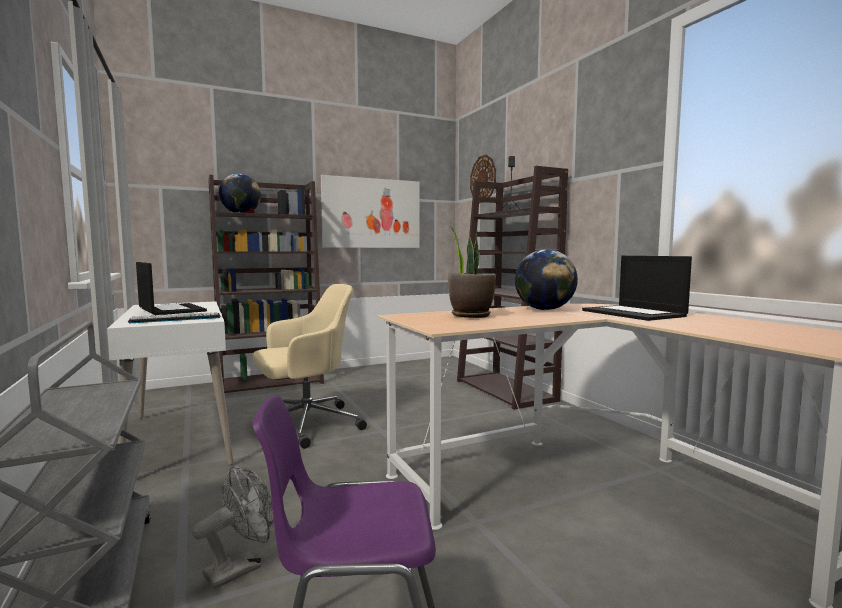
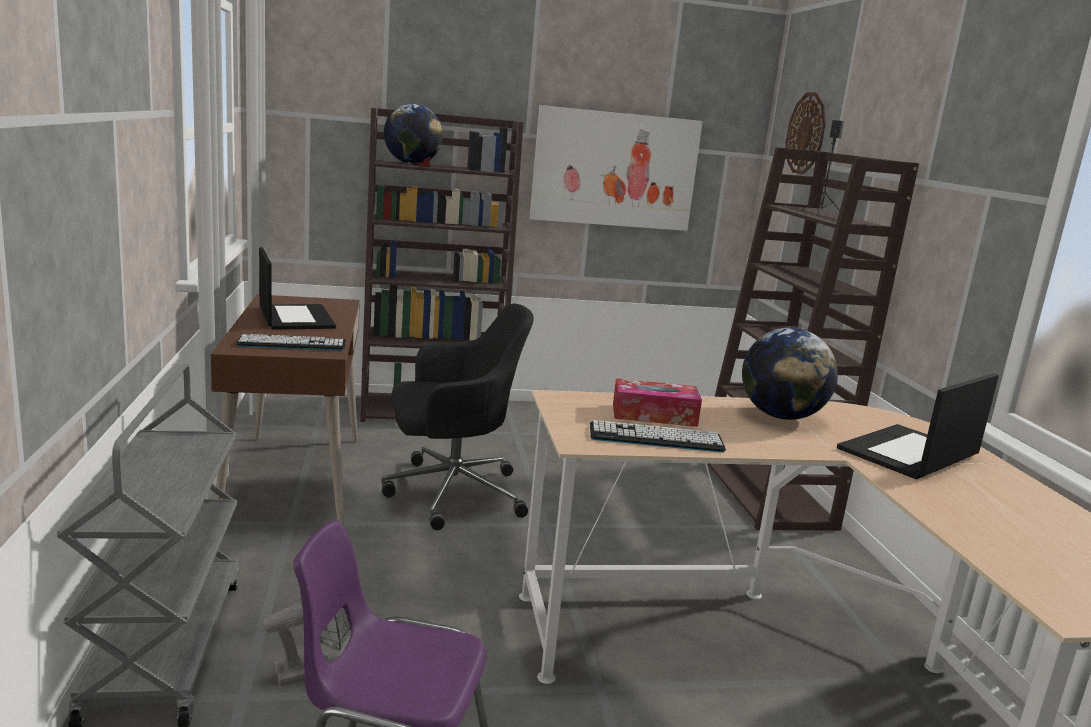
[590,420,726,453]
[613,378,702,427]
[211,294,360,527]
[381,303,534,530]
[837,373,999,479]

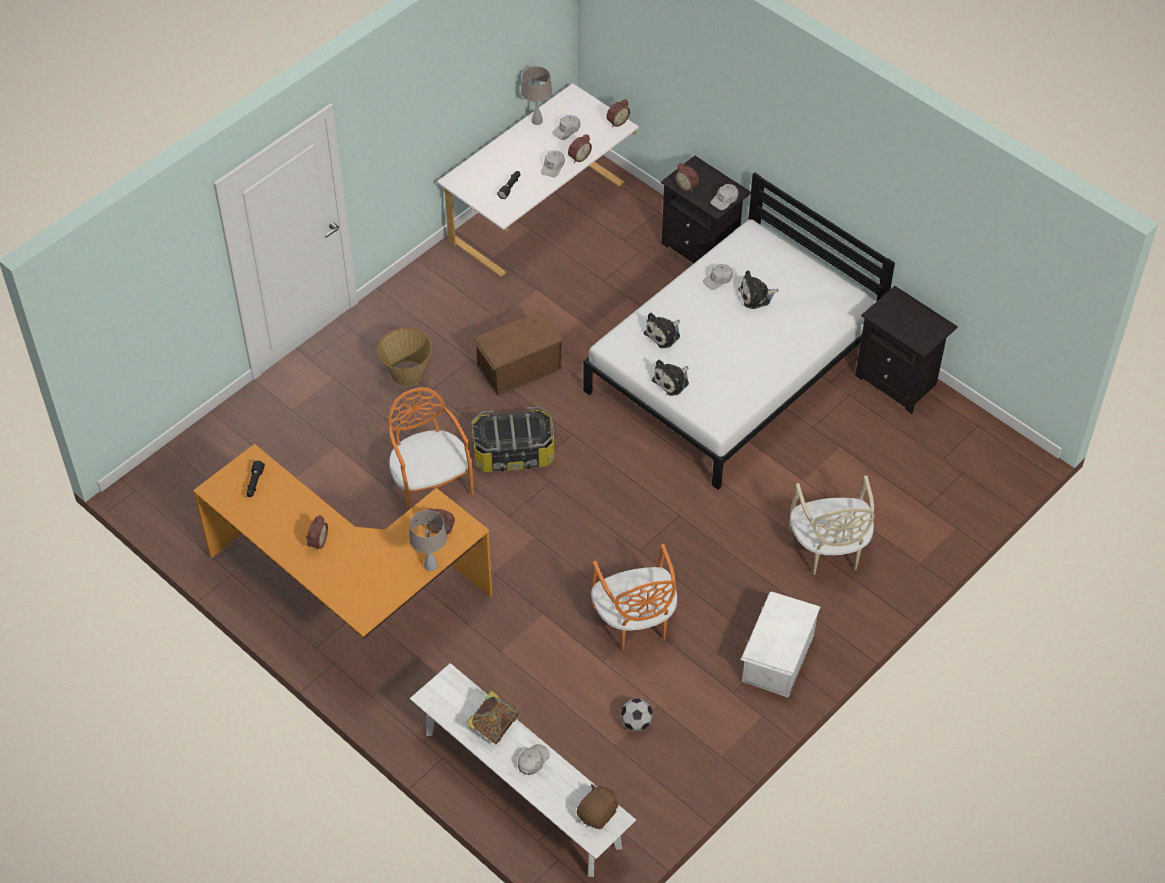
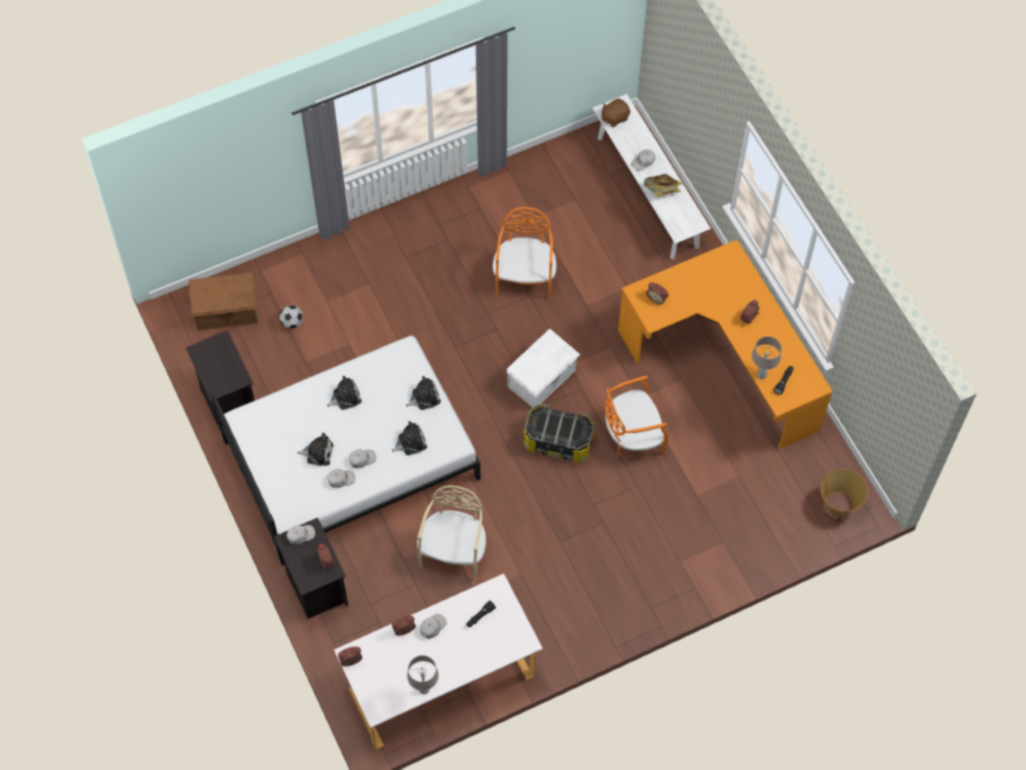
[327,376,362,410]
[820,469,868,517]
[752,336,782,379]
[189,272,258,331]
[348,449,376,468]
[280,305,303,329]
[506,329,580,408]
[417,485,486,580]
[605,375,668,457]

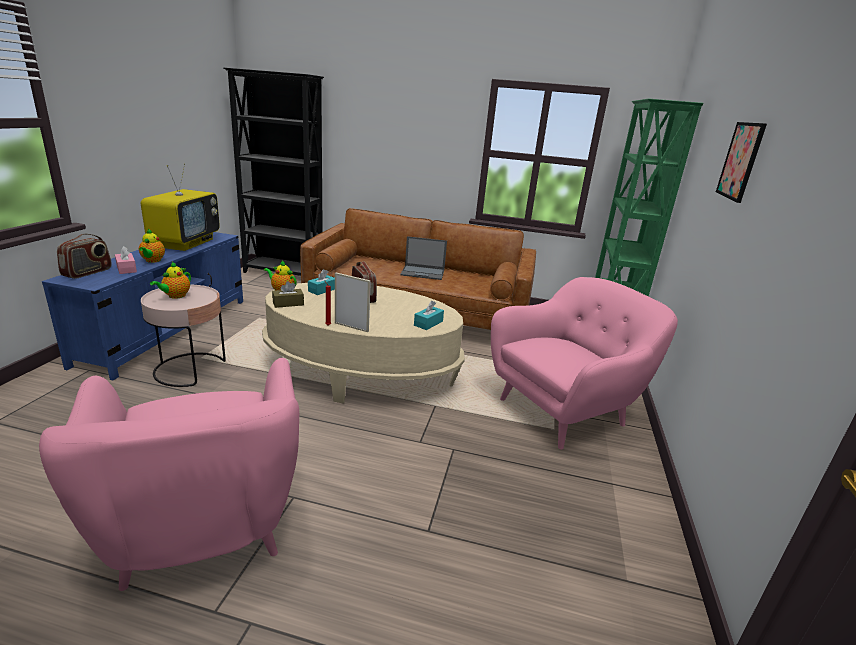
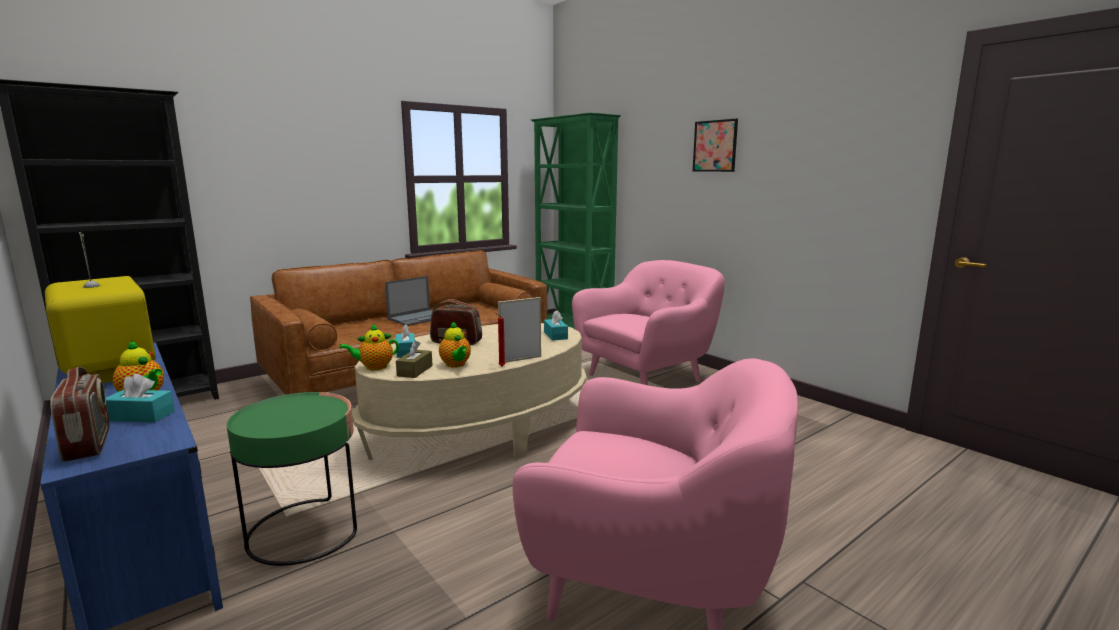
[439,321,471,368]
[106,374,175,423]
[227,392,357,566]
[572,260,725,385]

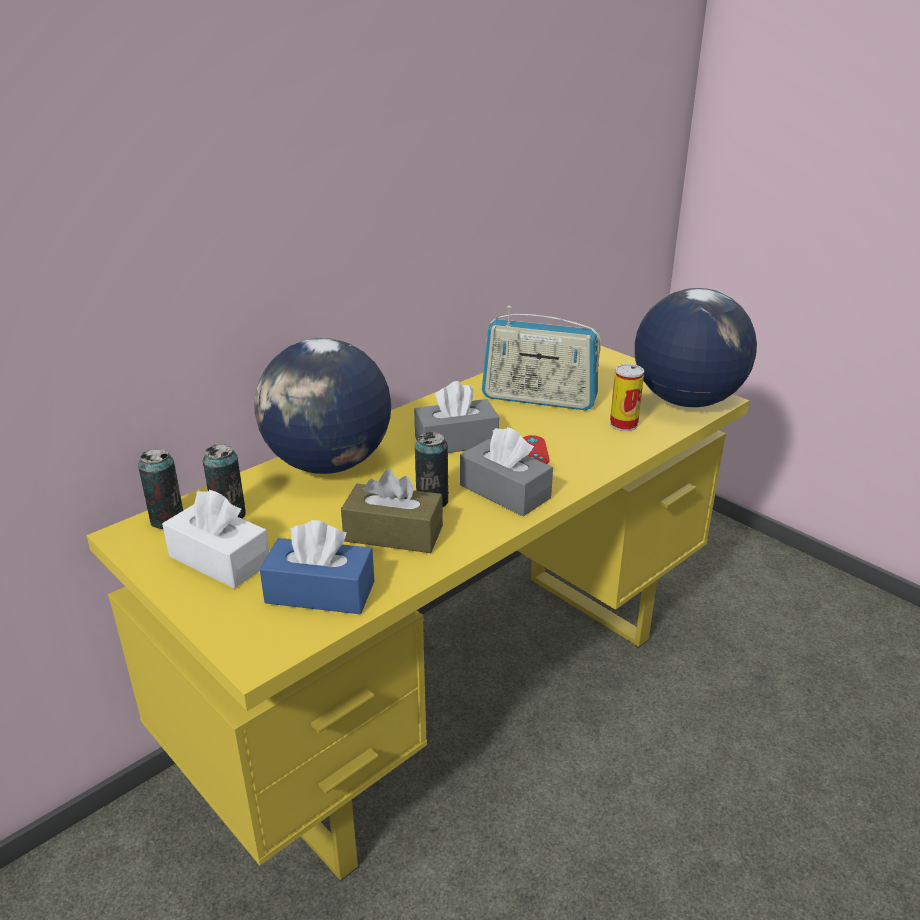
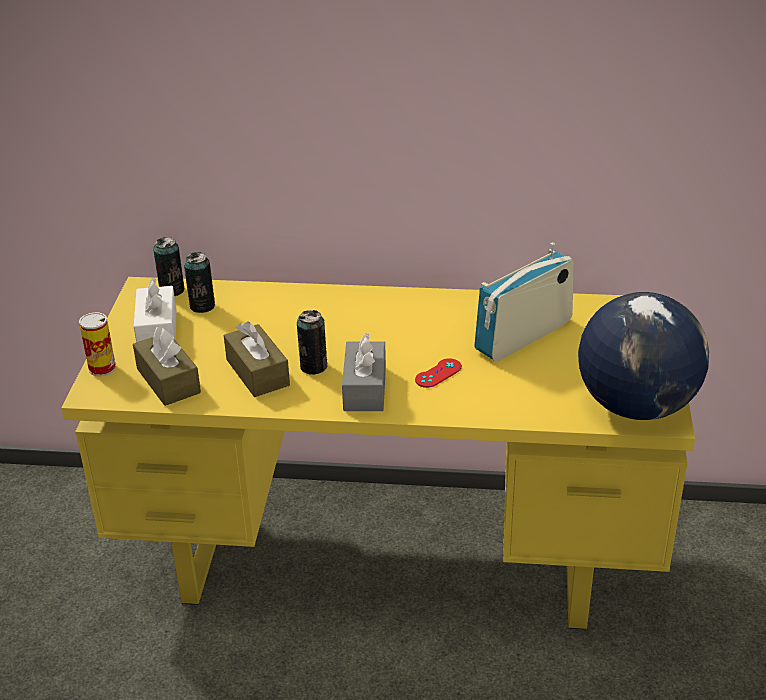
[254,338,391,474] (first image)
[414,381,499,453] (first image)
[79,312,116,376]
[133,327,201,406]
[474,242,574,362]

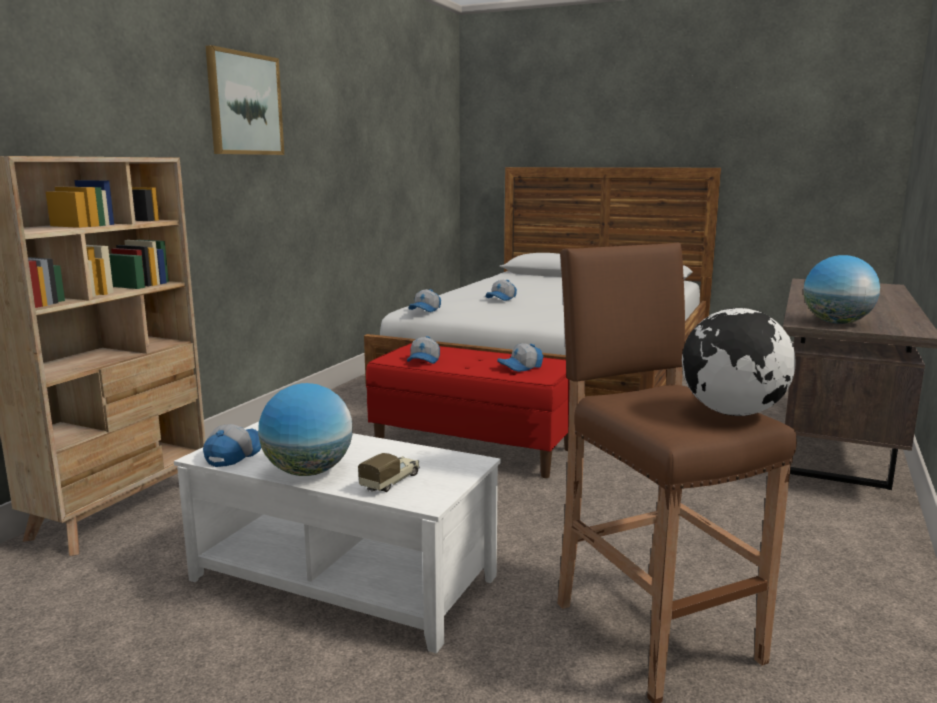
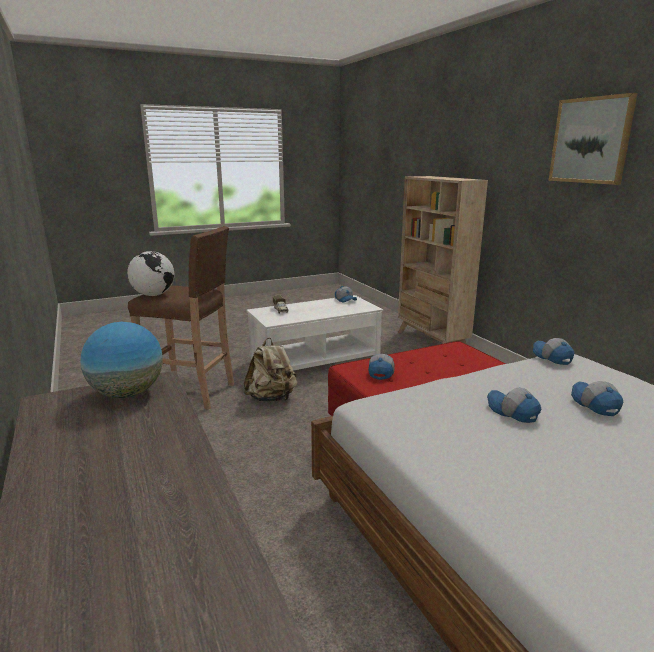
[258,383,353,476] (first image)
[244,338,298,402]
[487,388,541,423]

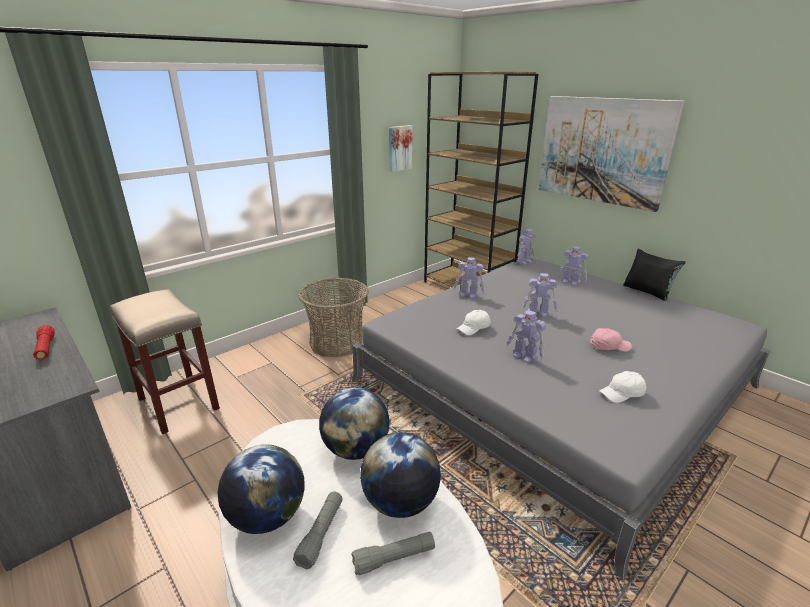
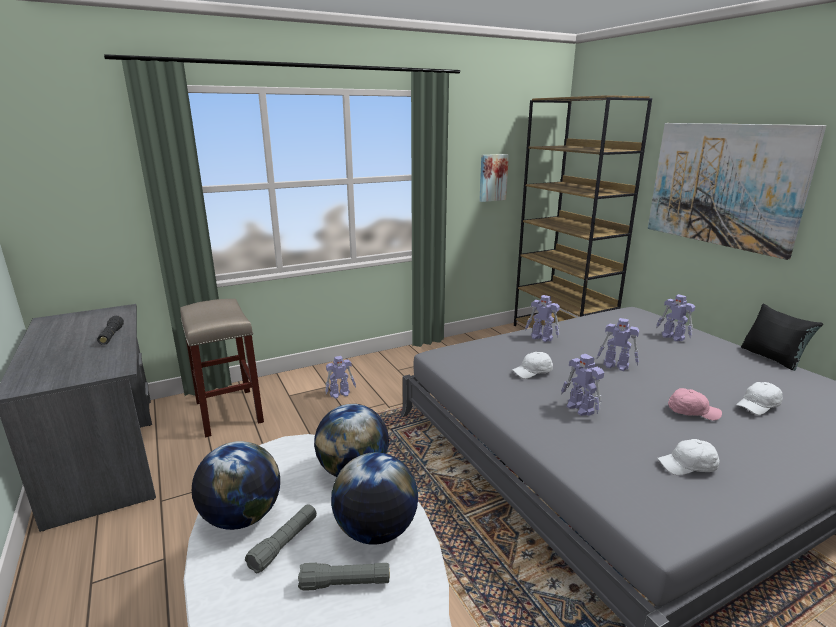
[298,278,369,357] (first image)
[736,382,783,415]
[325,356,356,399]
[97,316,124,345]

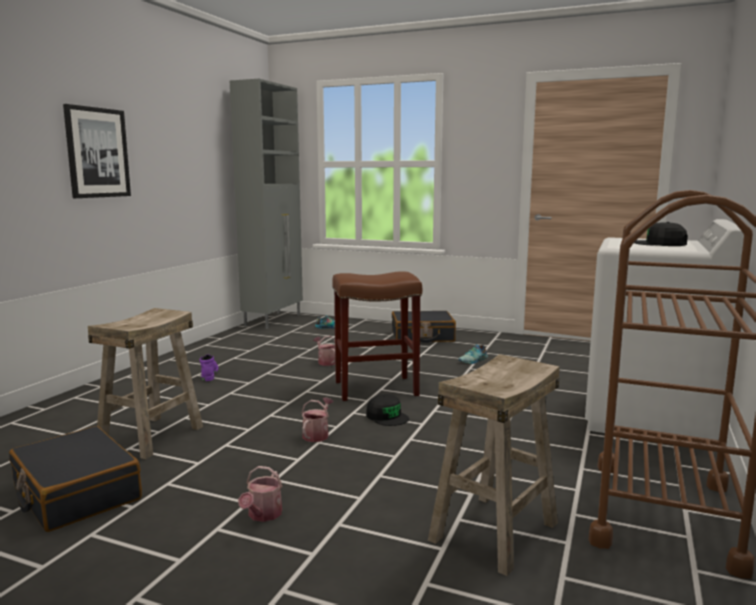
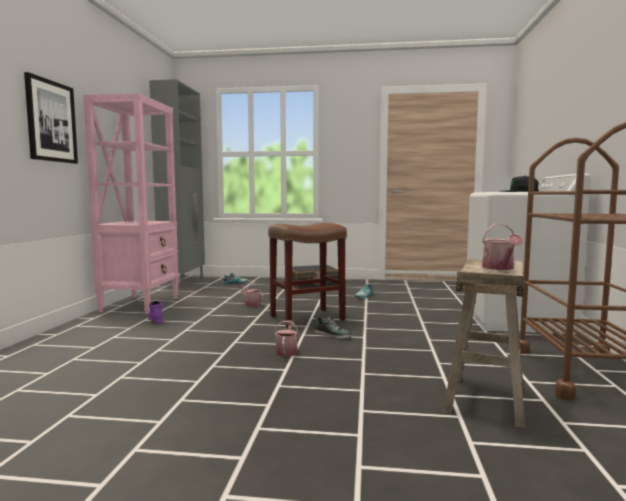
[9,426,142,532] (first image)
[88,308,203,459] (first image)
[83,93,179,314]
[482,224,523,270]
[315,315,352,339]

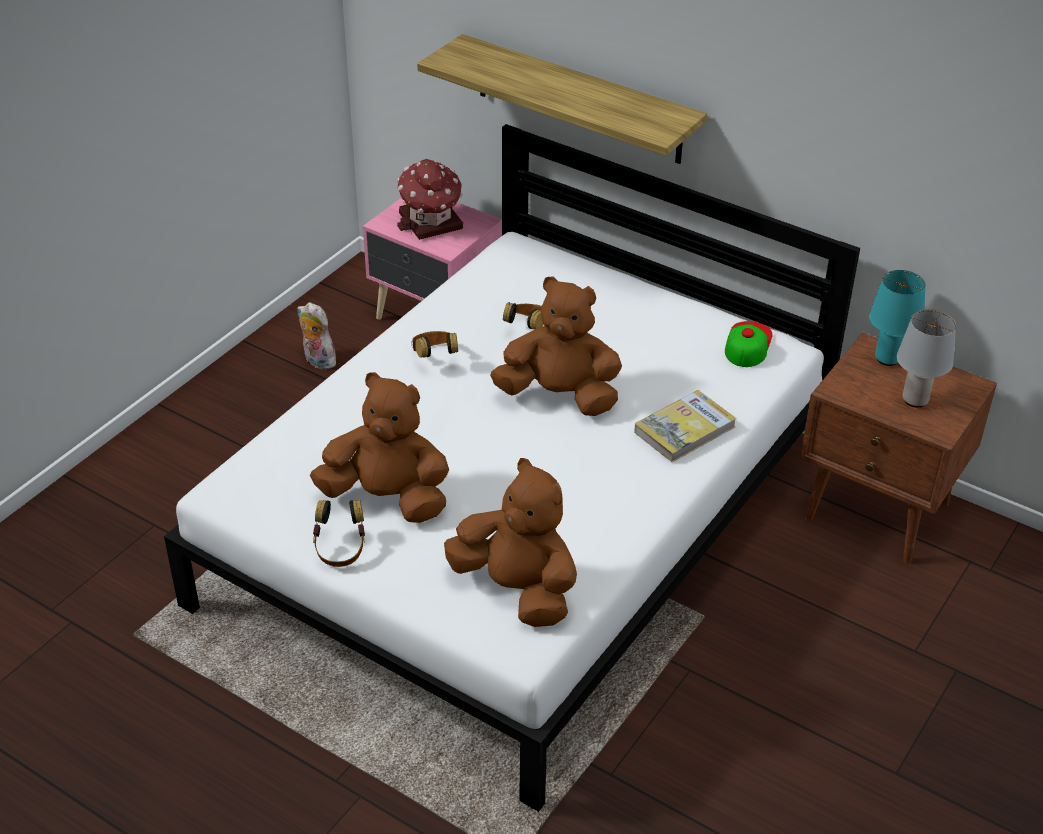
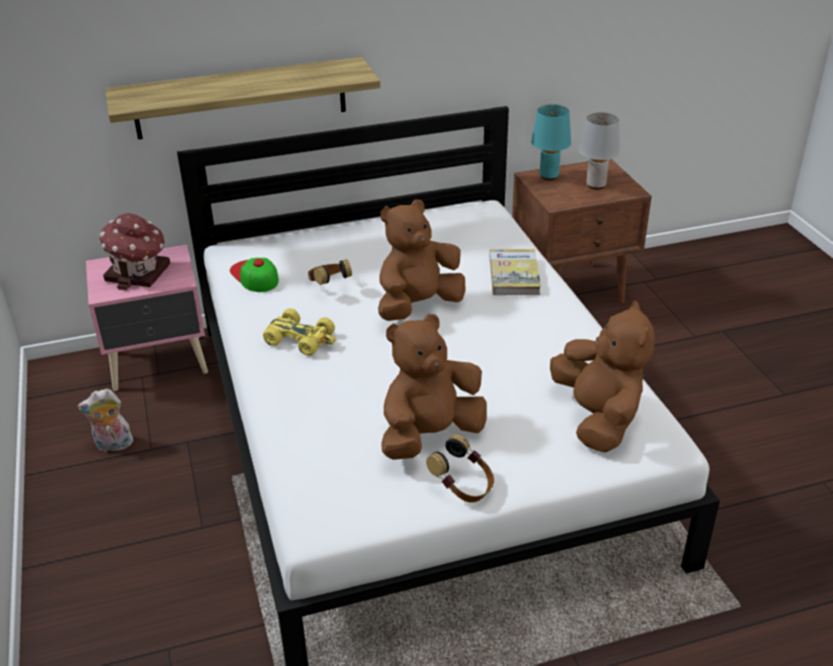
[230,258,279,292]
[263,308,336,356]
[550,301,655,453]

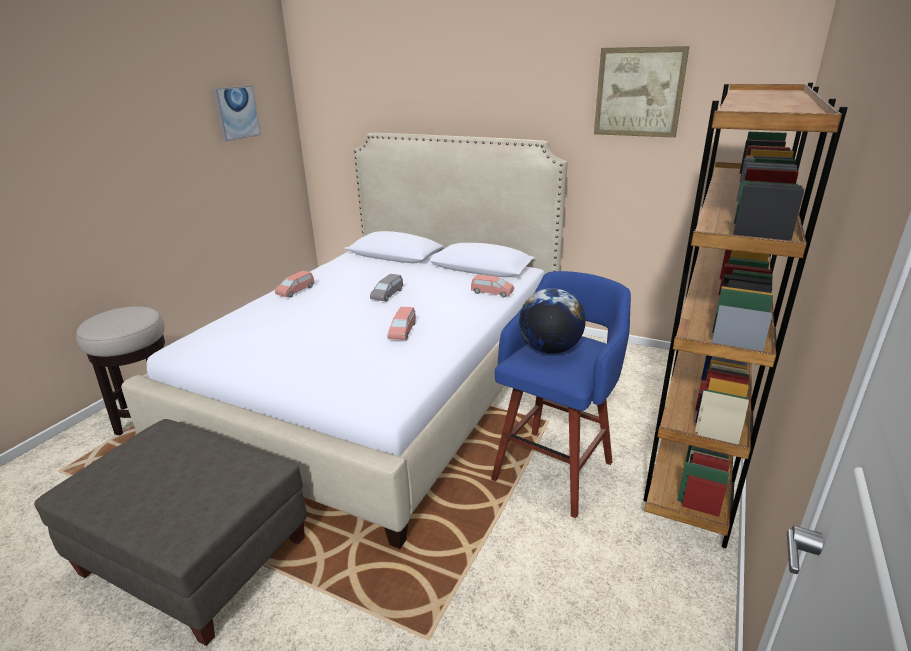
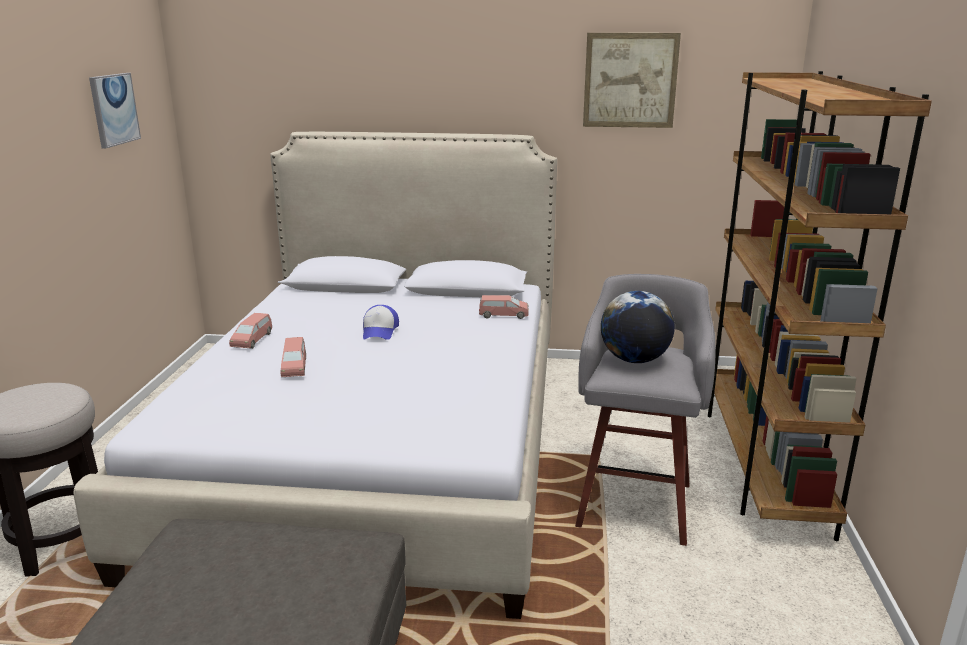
[280,337,306,377]
[363,305,399,340]
[575,274,716,546]

